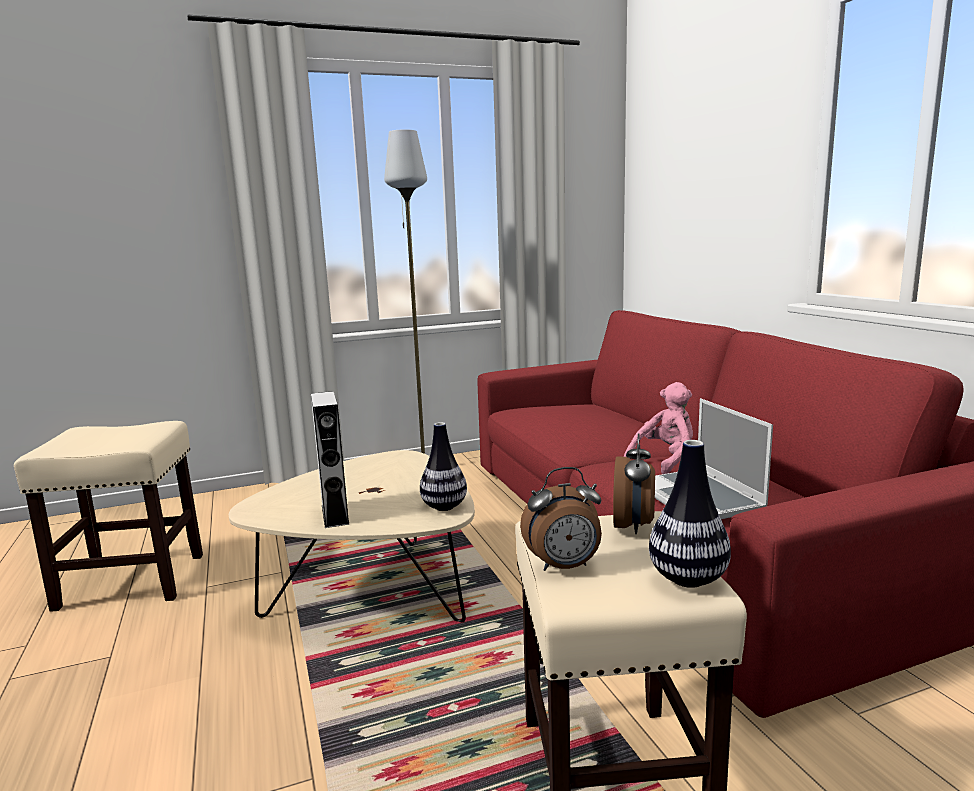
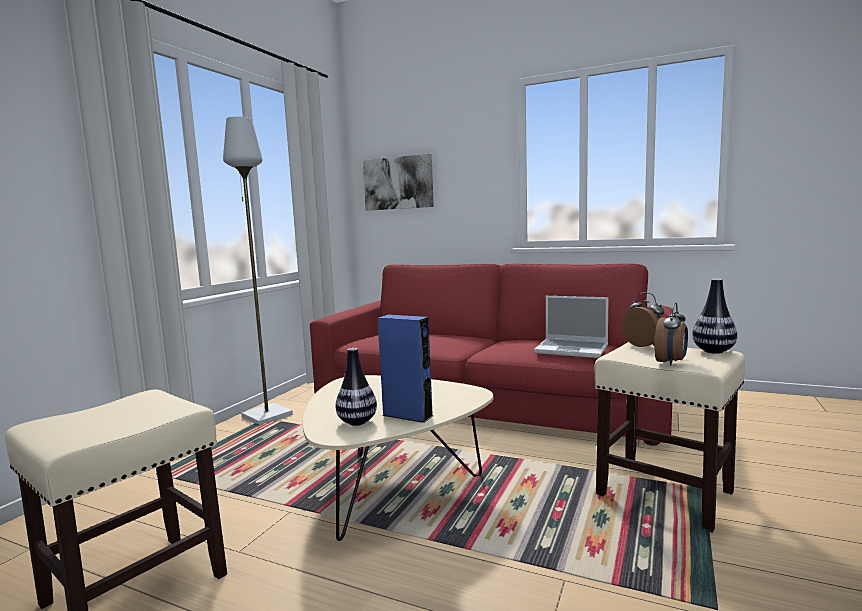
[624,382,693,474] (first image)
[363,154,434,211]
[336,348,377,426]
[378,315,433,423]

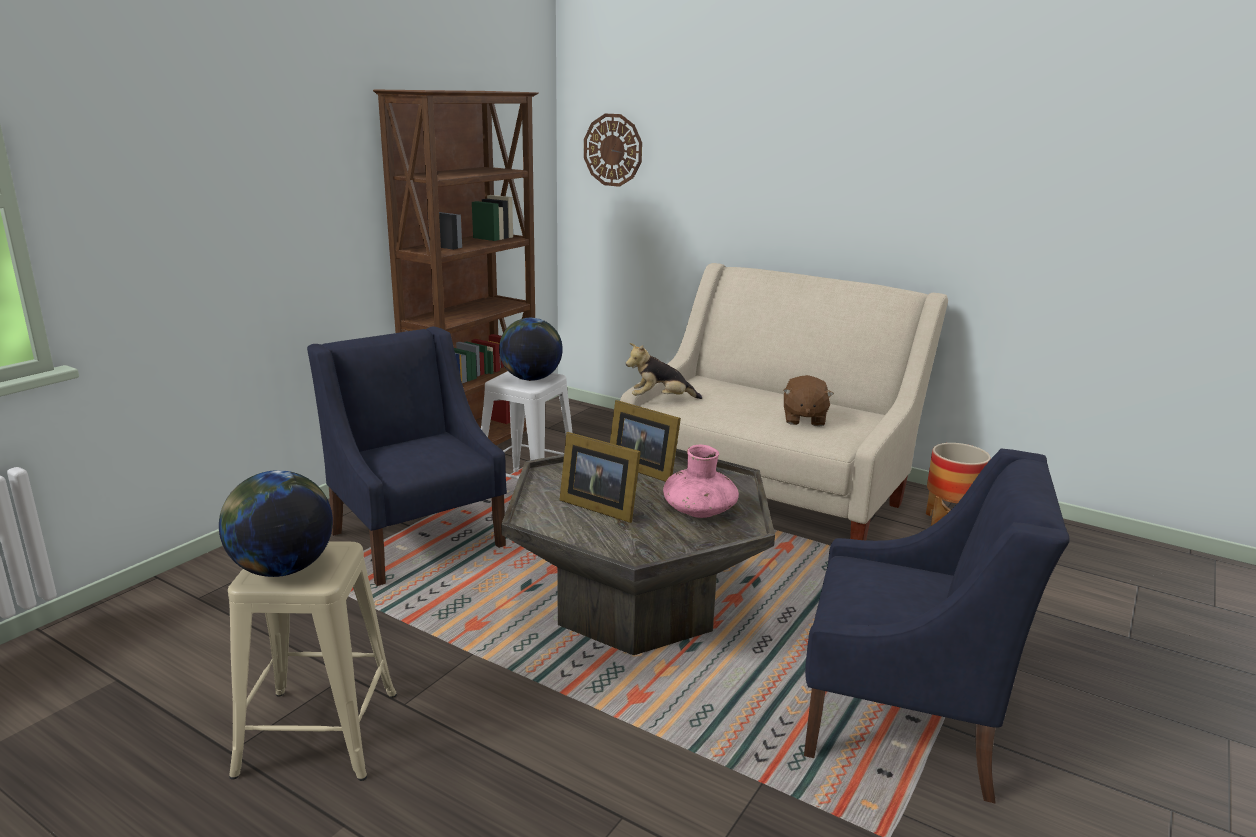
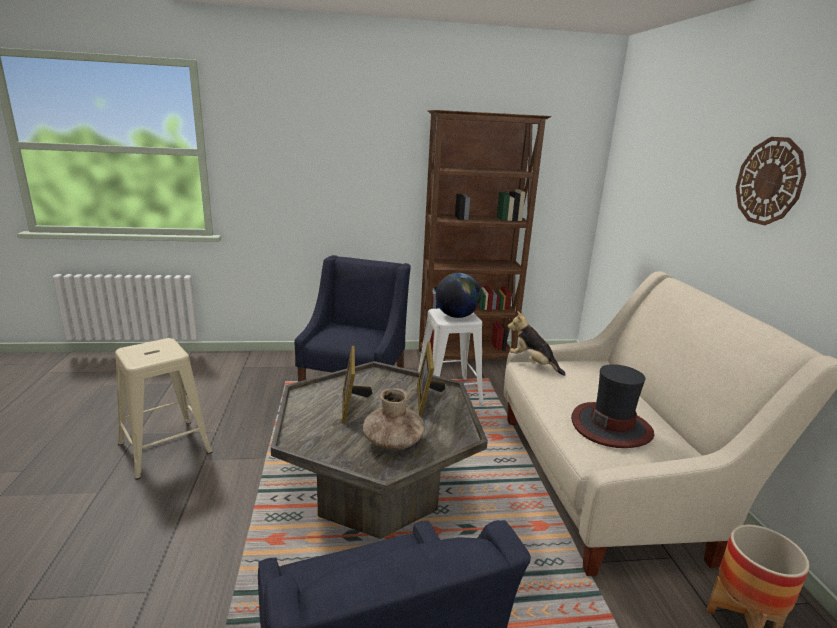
[219,470,333,577] (first image)
[736,137,806,225]
[571,364,654,448]
[363,388,425,450]

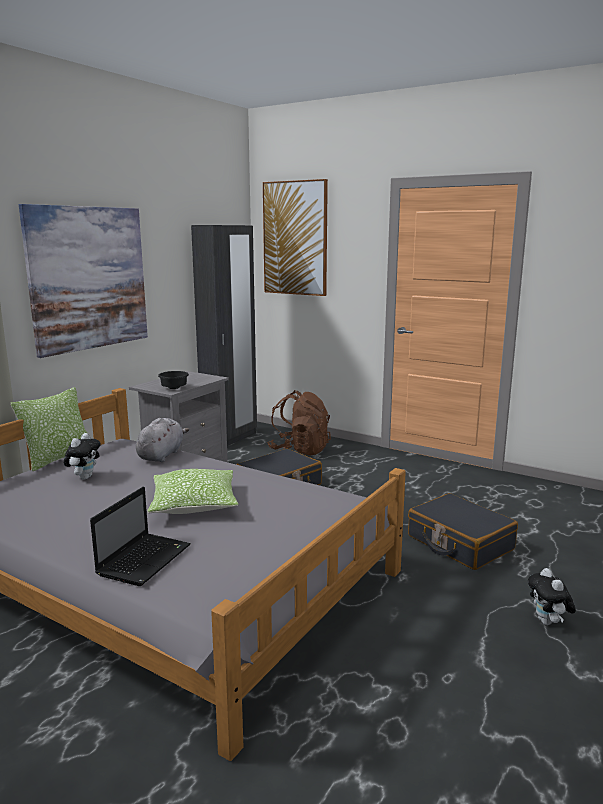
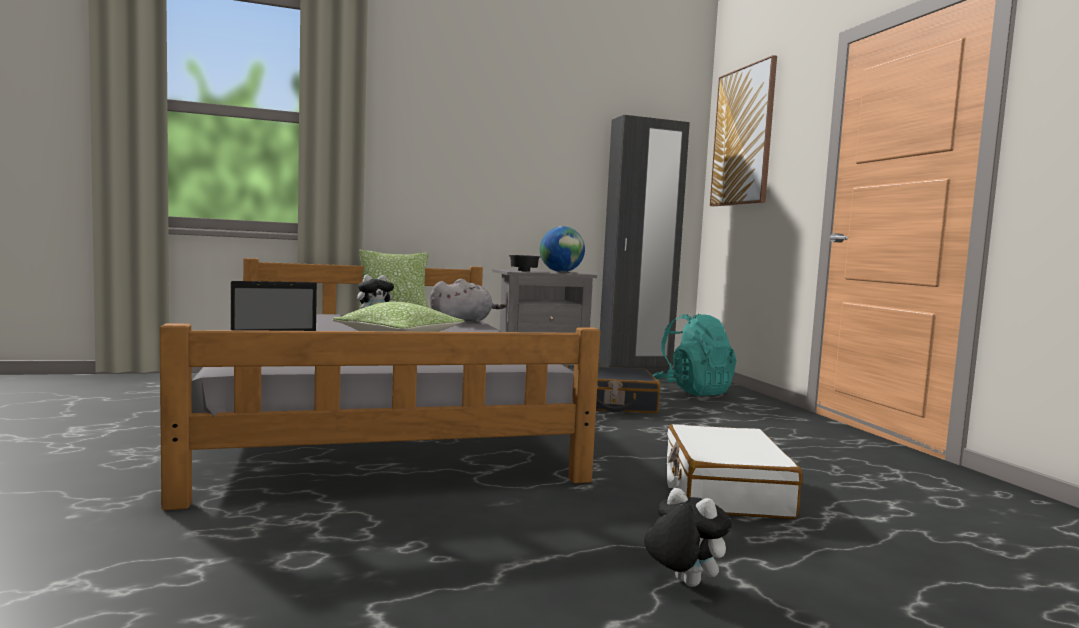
[19,204,148,358] (first image)
[540,226,585,272]
[652,314,737,396]
[667,424,803,519]
[644,488,732,587]

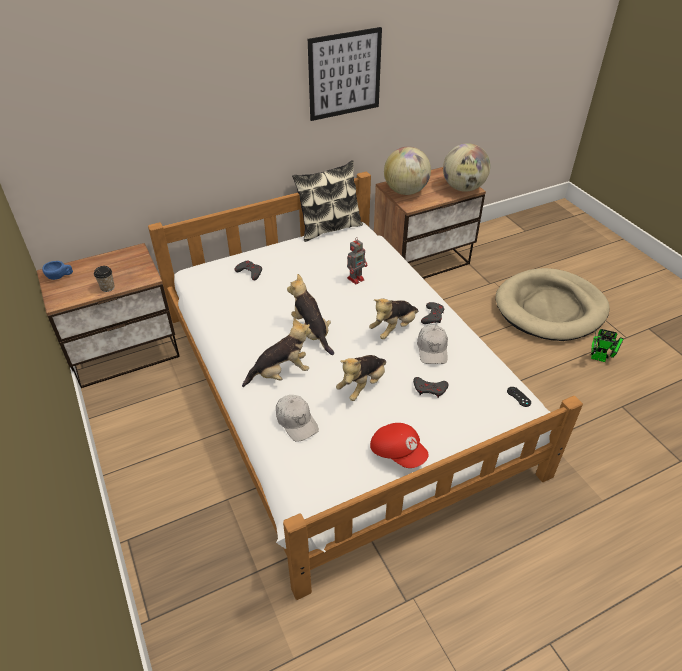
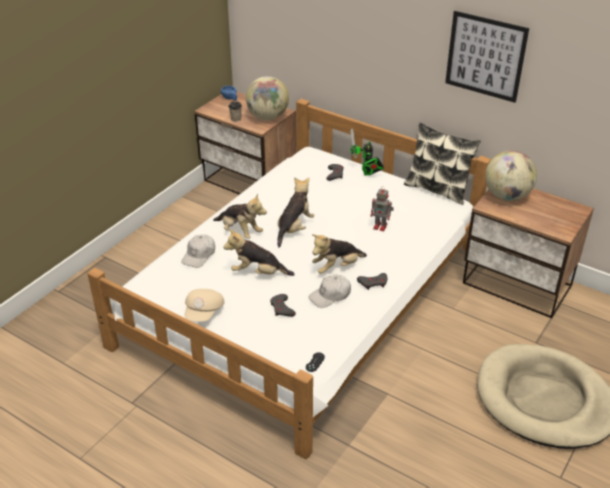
[246,76,289,120]
[350,128,384,175]
[185,289,224,322]
[312,234,367,274]

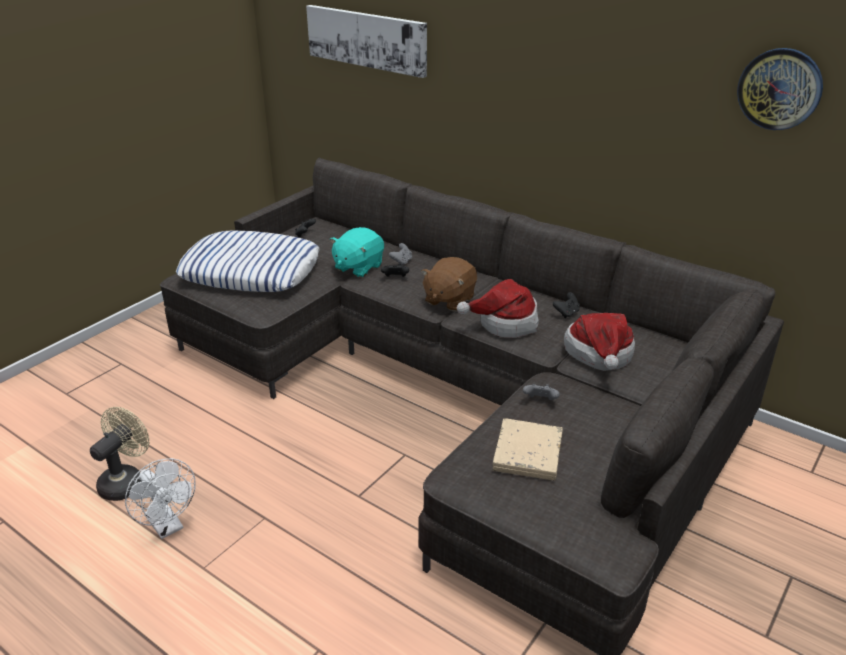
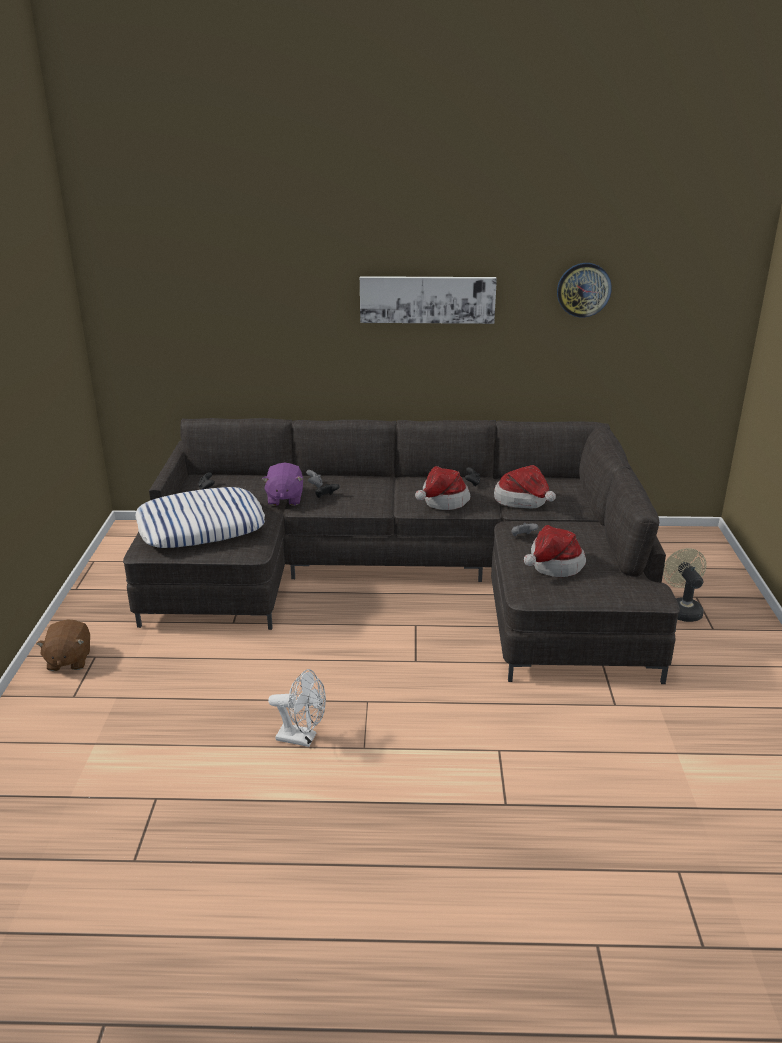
[663,548,707,622]
[360,276,497,324]
[36,620,90,671]
[524,525,586,577]
[262,462,303,506]

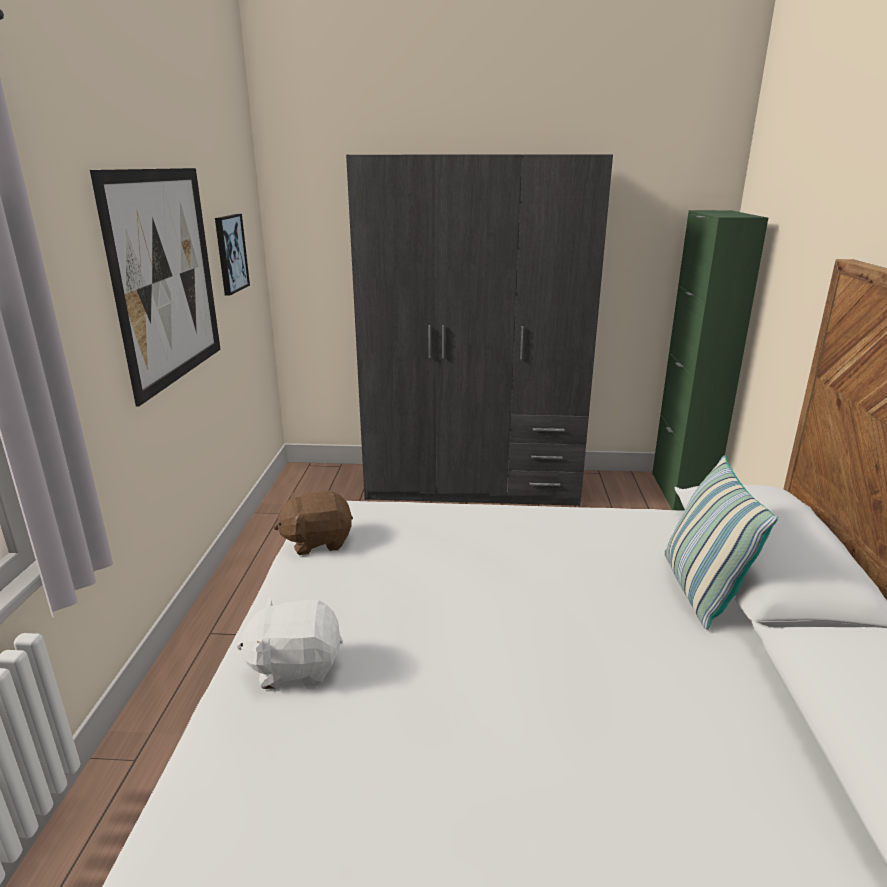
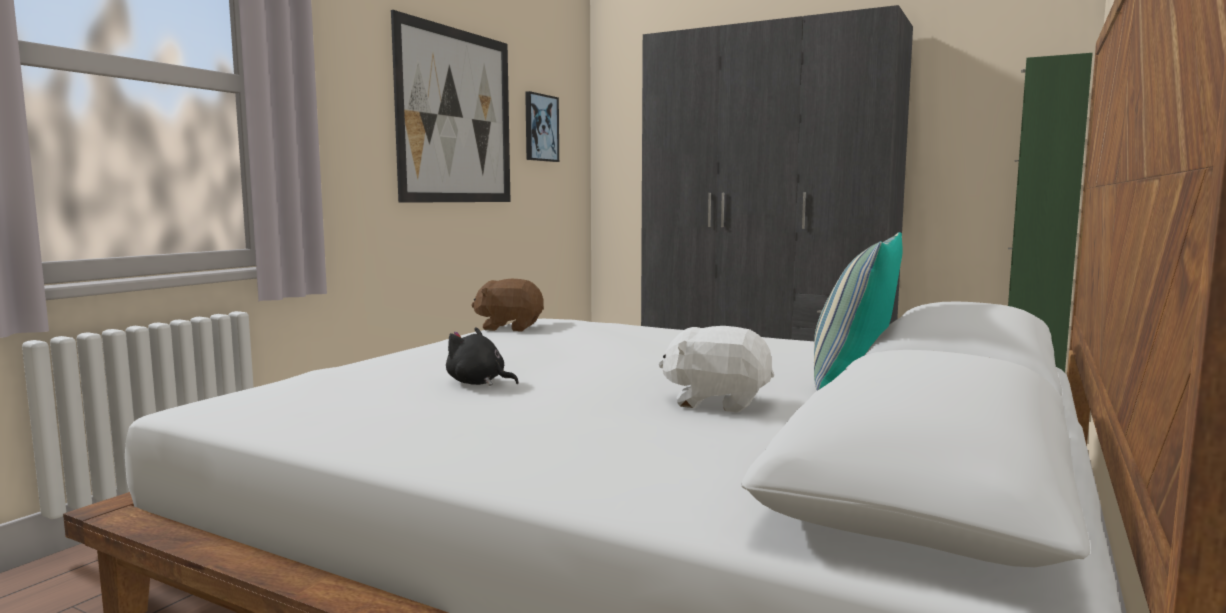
[446,327,519,386]
[658,326,774,413]

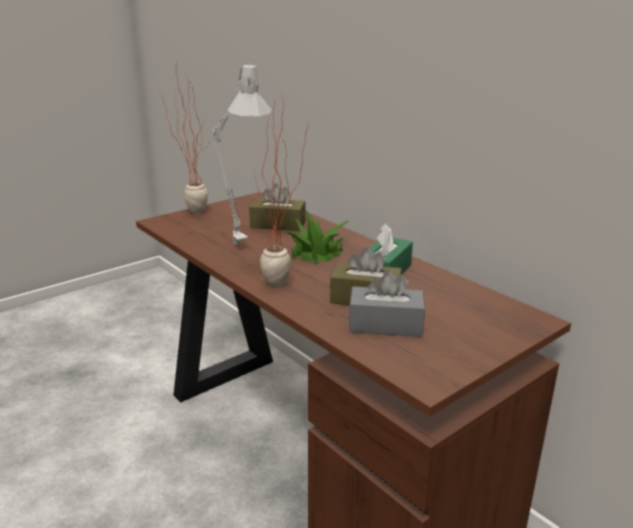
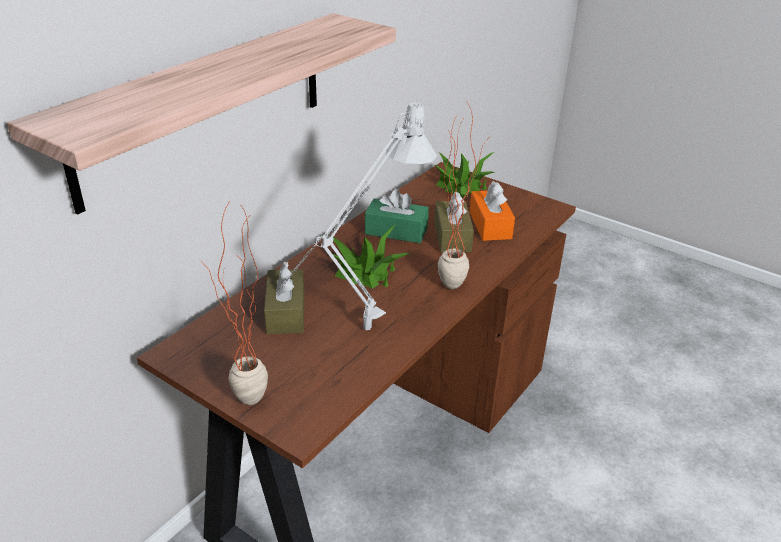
[7,13,396,214]
[435,152,495,198]
[470,181,515,241]

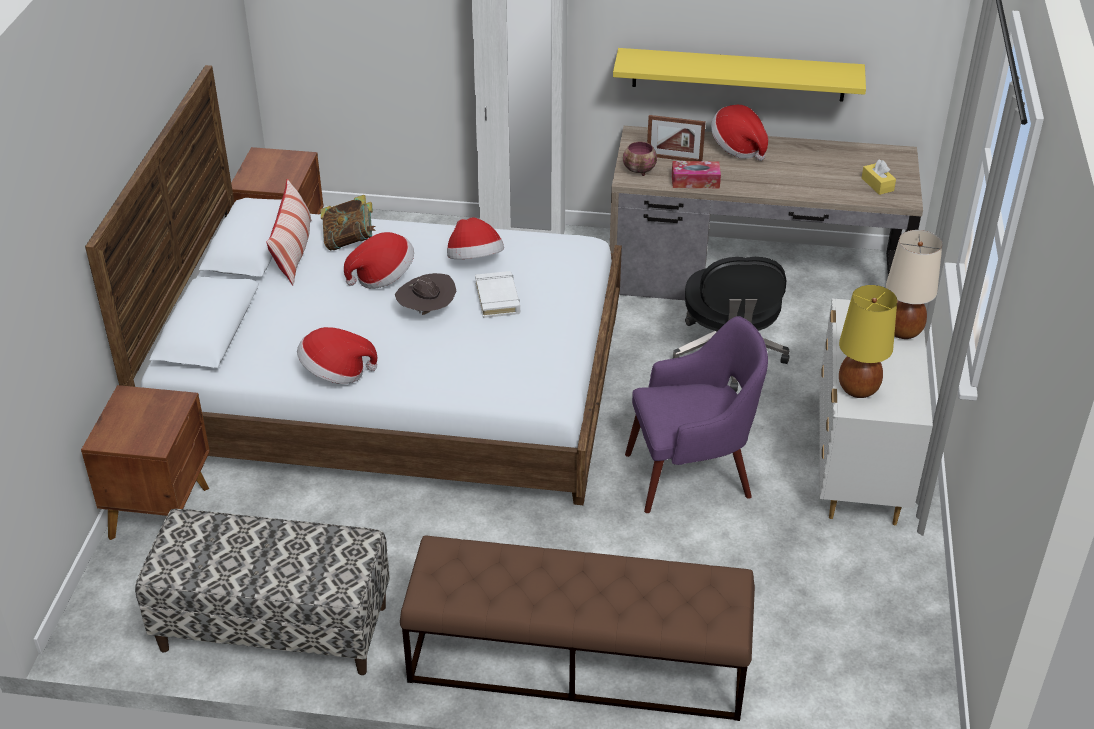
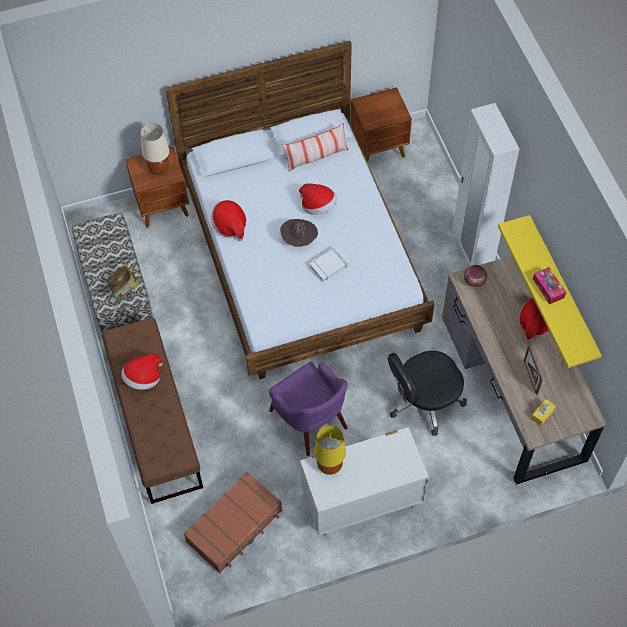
[184,472,282,573]
[107,263,140,300]
[121,354,163,390]
[524,345,543,395]
[533,267,566,305]
[140,123,169,175]

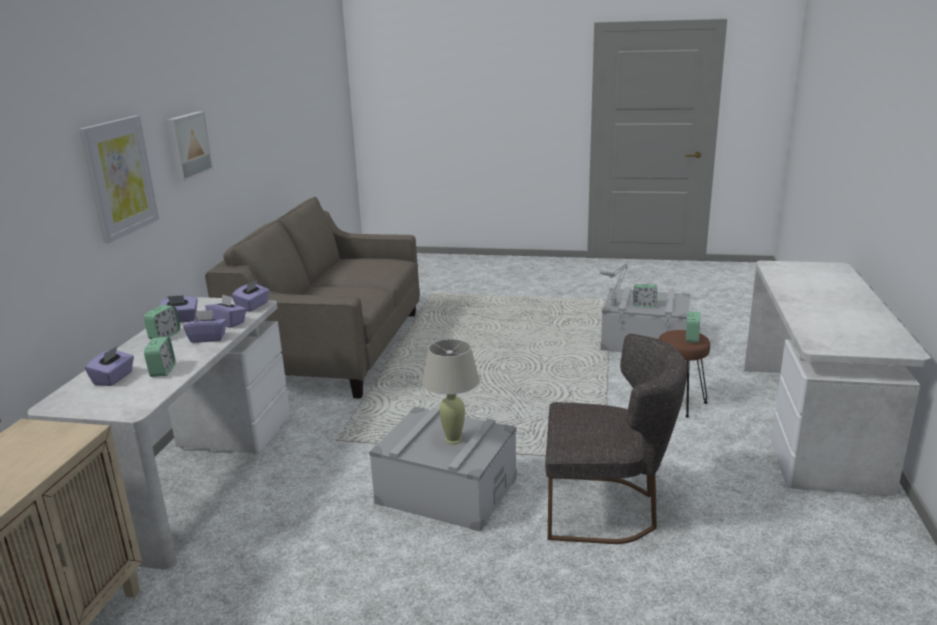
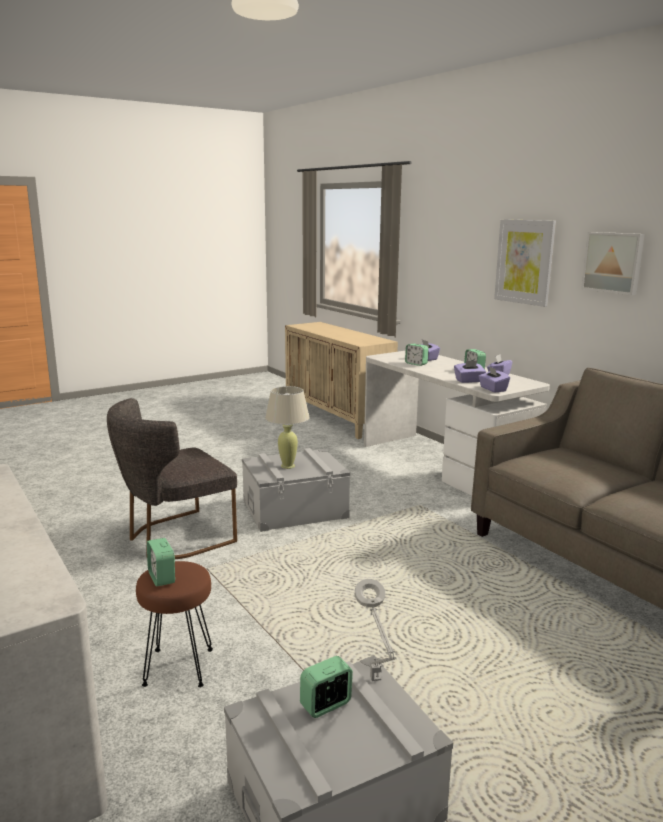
[183,310,227,343] (first image)

